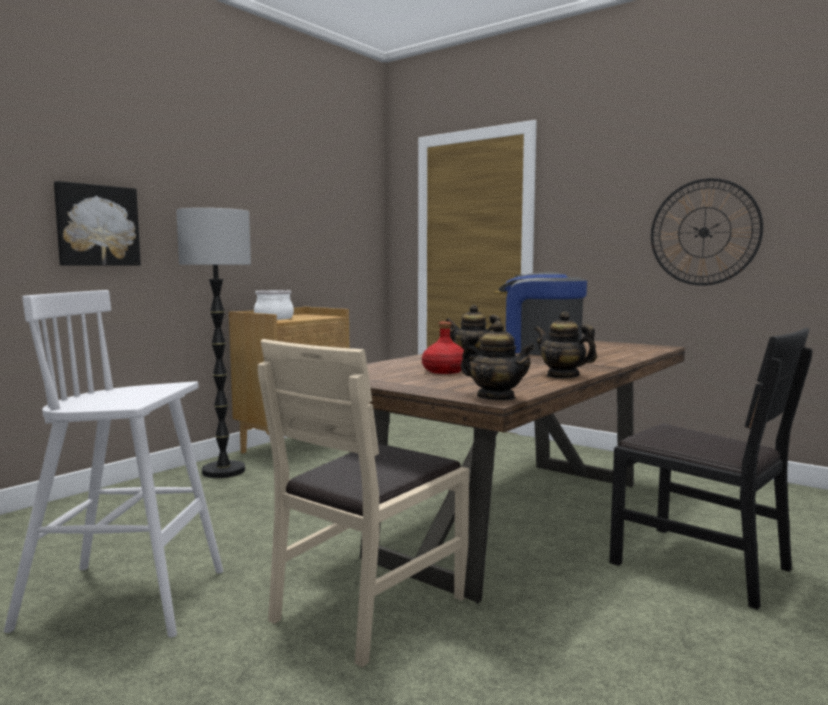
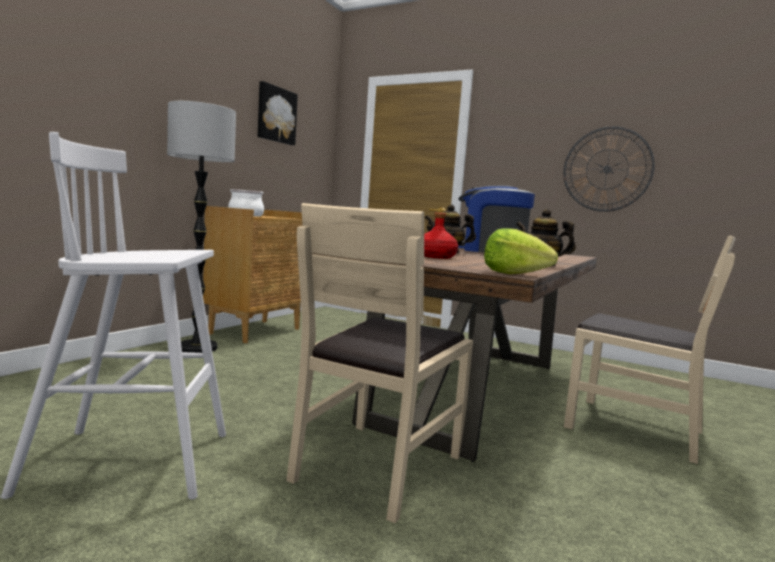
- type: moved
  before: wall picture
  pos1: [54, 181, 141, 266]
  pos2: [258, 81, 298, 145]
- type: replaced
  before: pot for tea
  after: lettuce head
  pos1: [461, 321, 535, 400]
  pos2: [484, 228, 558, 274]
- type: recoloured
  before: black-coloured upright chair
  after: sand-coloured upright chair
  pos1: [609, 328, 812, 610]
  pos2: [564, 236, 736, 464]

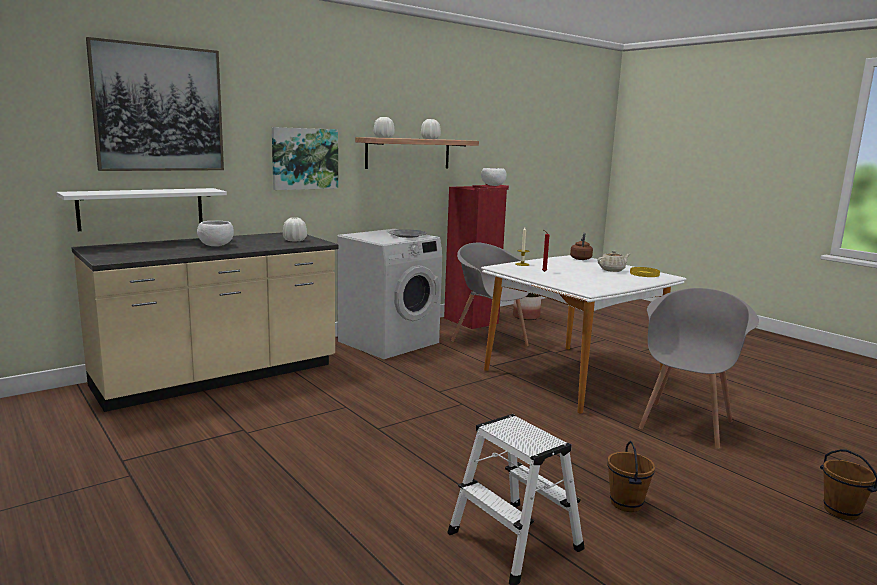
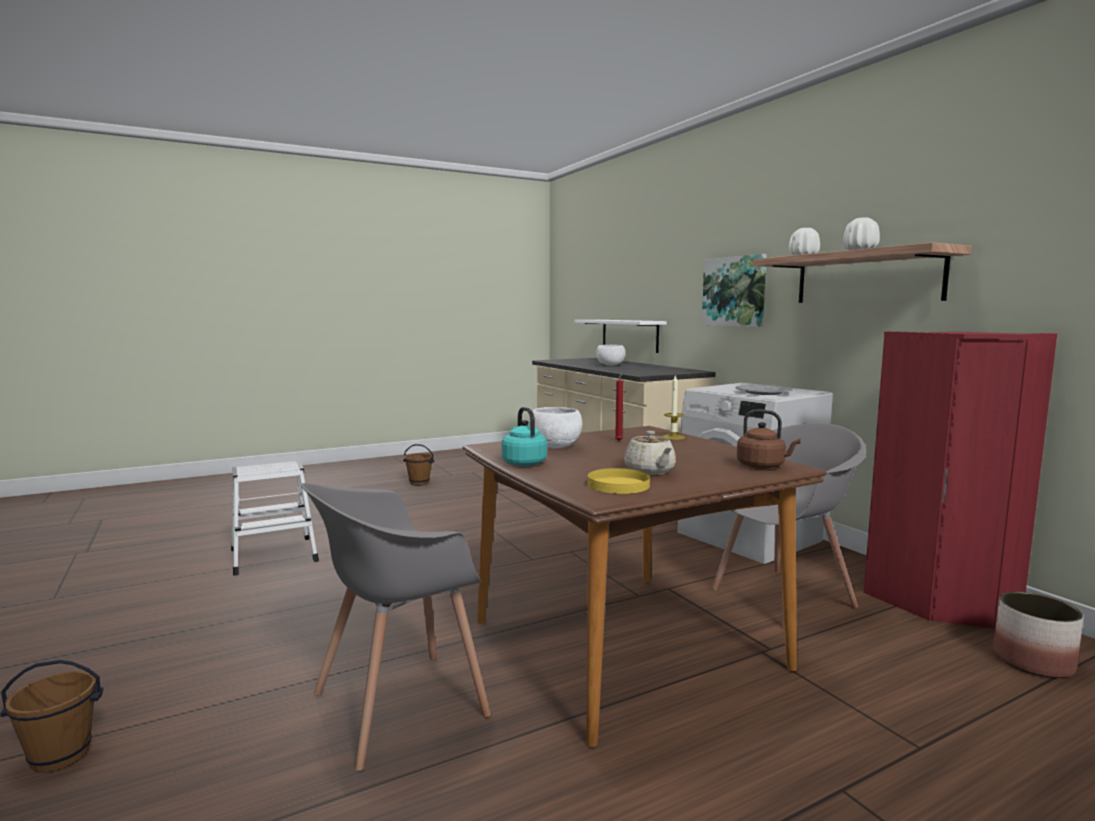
- type: removed
  before: wall picture
  pos1: [86, 37, 224, 171]
- type: removed
  before: whitish flower vase
  pos1: [283, 217, 307, 241]
- type: moved
  before: whitish bowl
  pos1: [481, 168, 507, 186]
  pos2: [529, 407, 582, 448]
- type: recoloured
  before: whitish dinner table
  after: brown-coloured dinner table
  pos1: [481, 255, 687, 414]
  pos2: [462, 426, 827, 747]
- type: moved
  before: brown-coloured pail
  pos1: [607, 441, 655, 512]
  pos2: [403, 444, 435, 486]
- type: turned
  before: grey upright chair
  pos1: [639, 288, 759, 449]
  pos2: [301, 483, 491, 771]
  turn: 105
- type: added
  after: blue-green kettle
  pos2: [502, 407, 547, 466]

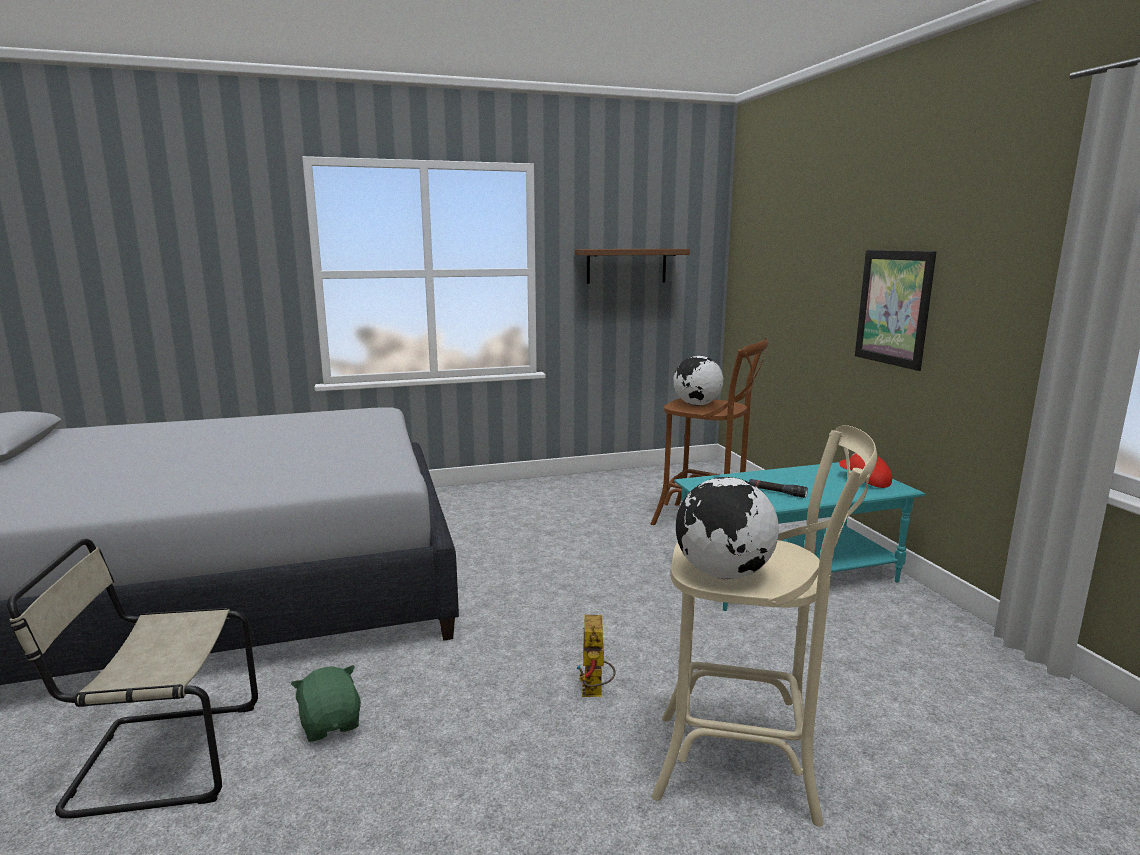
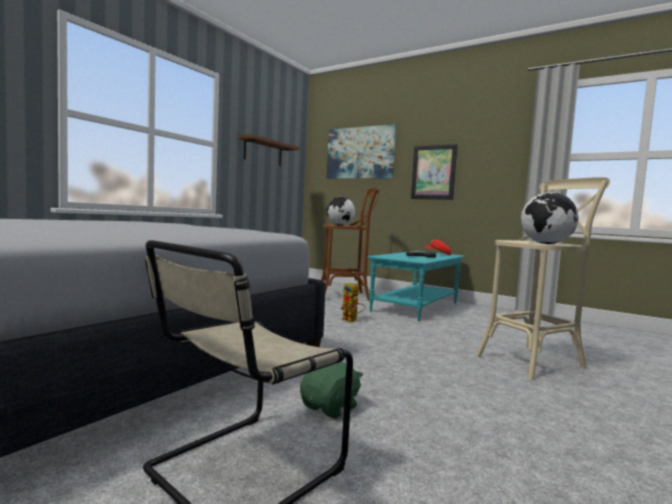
- type: turned
  before: greenish soft toy
  pos1: [291, 665, 361, 742]
  pos2: [300, 362, 363, 419]
  turn: 105
- type: moved
  before: model robot
  pos1: [576, 615, 615, 697]
  pos2: [341, 283, 366, 322]
- type: added
  after: wall picture
  pos2: [327, 124, 396, 179]

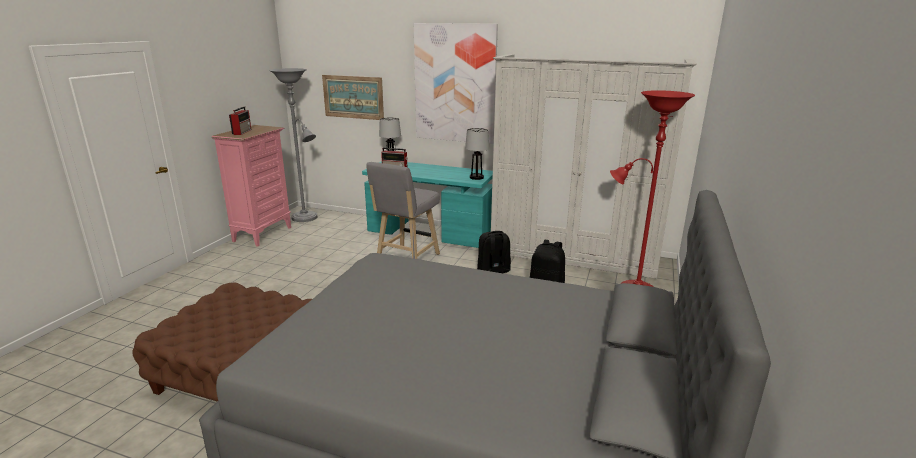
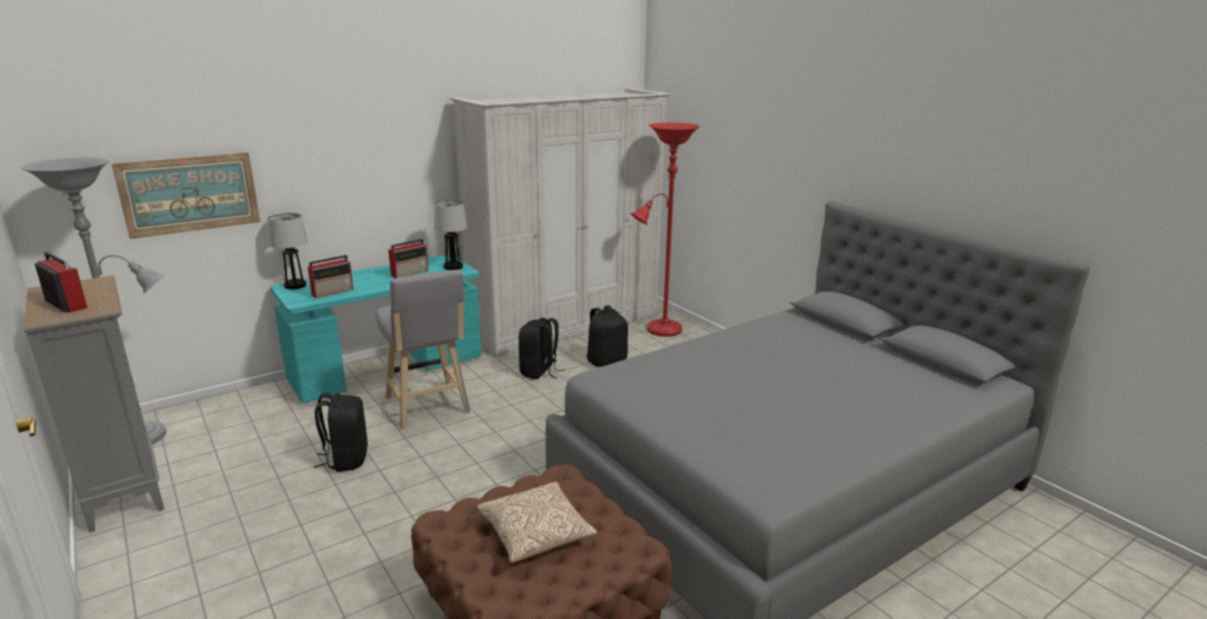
- type: recoloured
  before: pink dresser
  after: grey dresser
  pos1: [212, 125, 291, 247]
  pos2: [24, 276, 164, 533]
- type: removed
  before: wall picture
  pos1: [414, 23, 498, 144]
- type: added
  after: black-coloured rucksack
  pos2: [314, 393, 368, 472]
- type: added
  after: radio
  pos2: [388, 239, 428, 279]
- type: added
  after: throw pillow
  pos2: [477, 482, 597, 563]

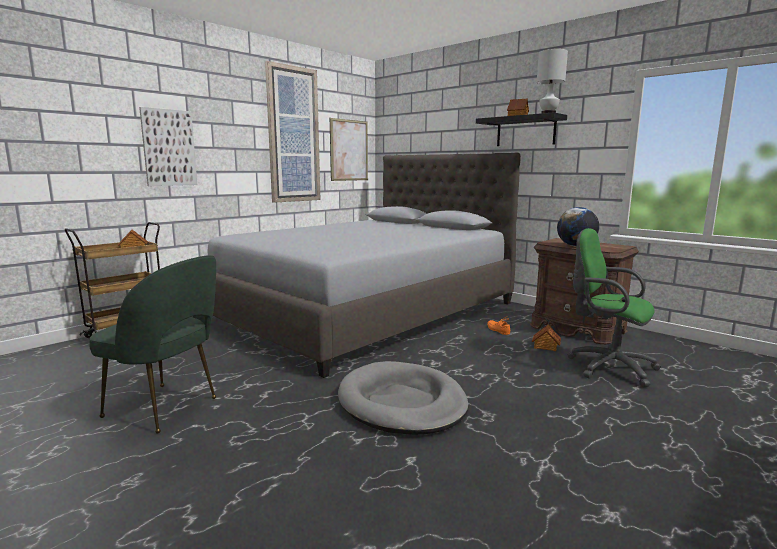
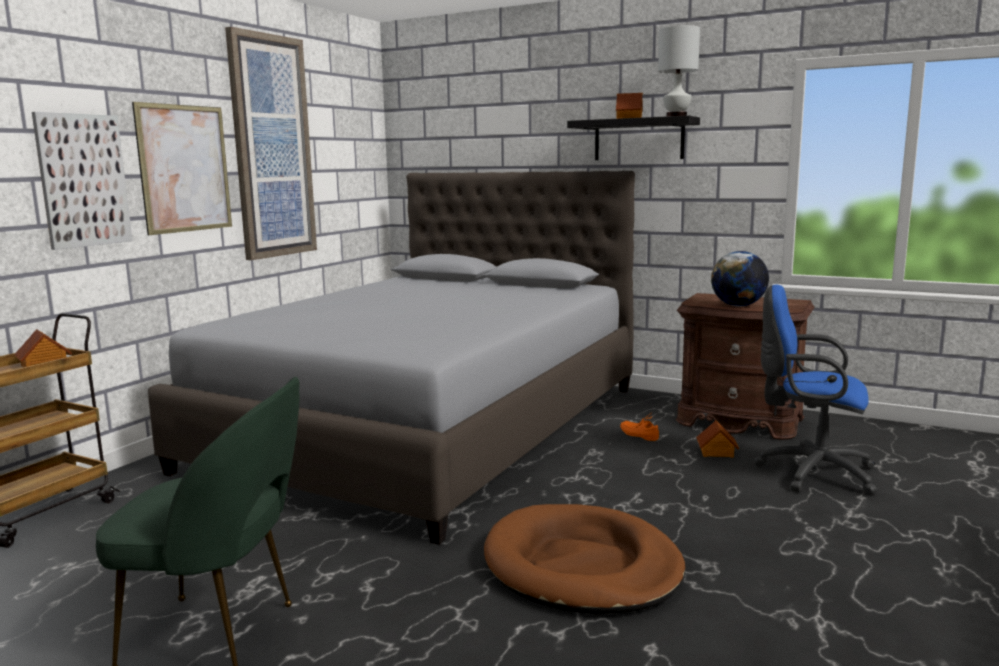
- type: moved
  before: wall picture
  pos1: [330, 118, 368, 181]
  pos2: [132, 102, 232, 235]
- type: recoloured
  before: grey dog bed
  after: brown-coloured dog bed
  pos1: [338, 361, 468, 435]
  pos2: [484, 504, 686, 614]
- type: recoloured
  before: greenish desk chair
  after: bluish desk chair
  pos1: [567, 228, 661, 387]
  pos2: [754, 284, 877, 495]

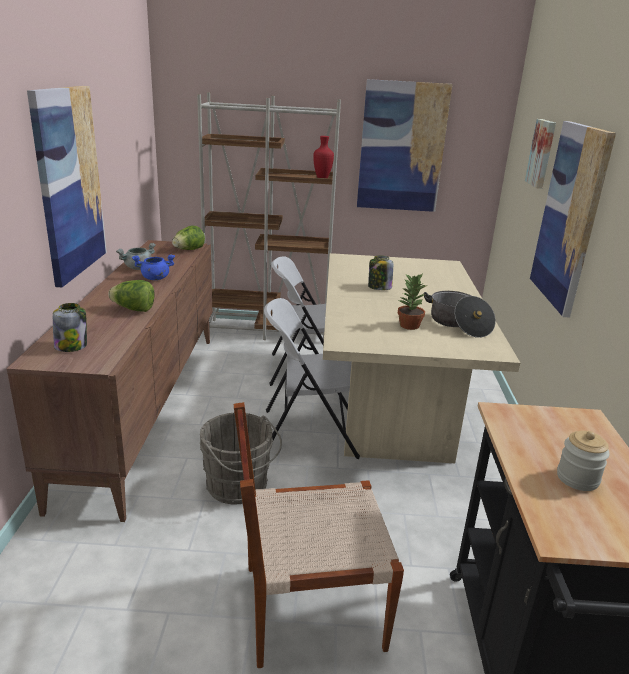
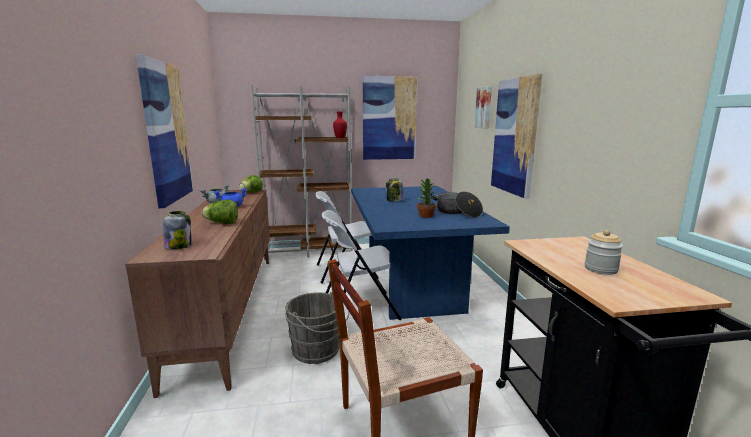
- type: recoloured
  before: sand-coloured dinner table
  after: bluish dinner table
  pos1: [323, 253, 520, 463]
  pos2: [351, 186, 510, 320]

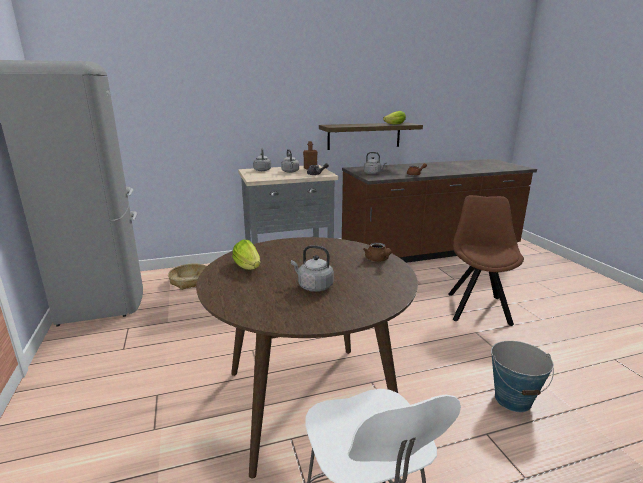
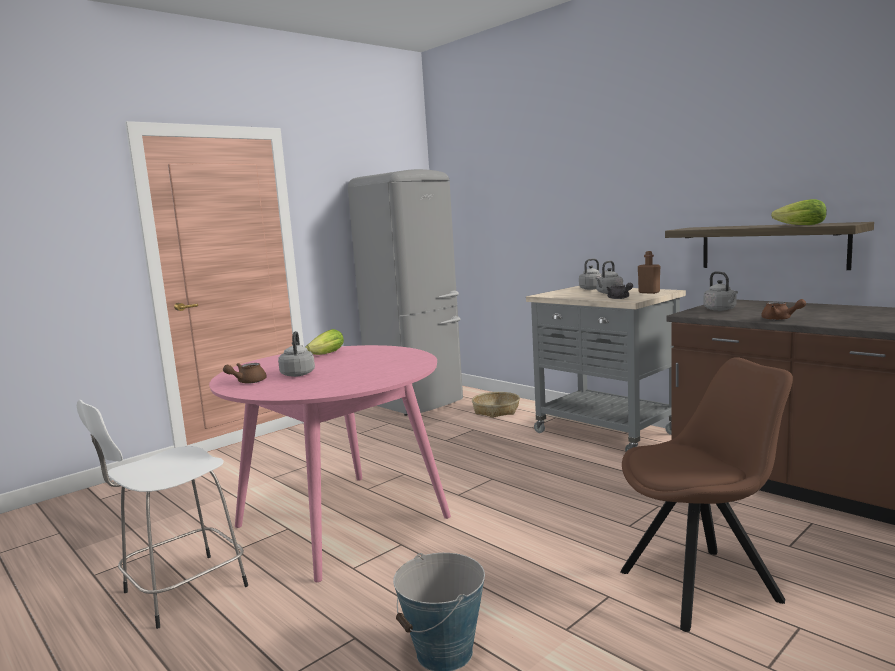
- type: recoloured
  before: brown-coloured dinner table
  after: pink dinner table
  pos1: [196, 237, 418, 479]
  pos2: [209, 345, 451, 582]
- type: moved
  before: brown-coloured pot for tea
  pos1: [363, 243, 391, 262]
  pos2: [223, 363, 266, 384]

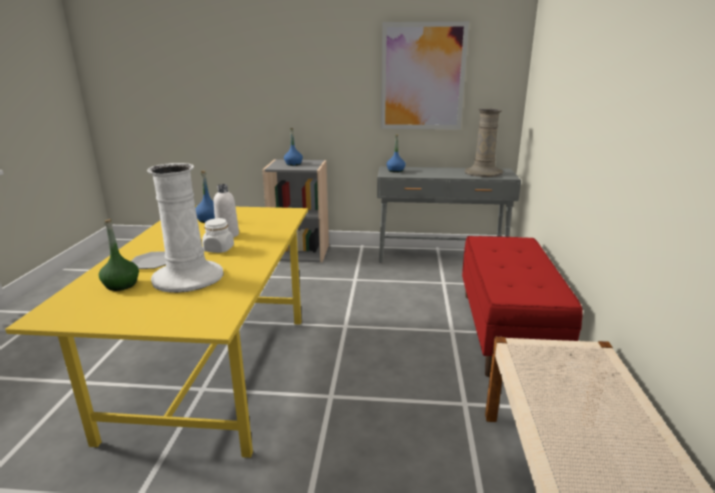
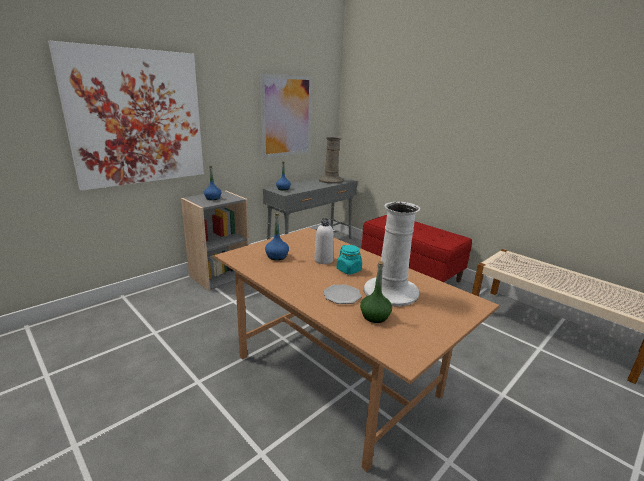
- type: recoloured
  before: yellowish dinner table
  after: brown-coloured dinner table
  pos1: [5, 206, 308, 458]
  pos2: [214, 228, 499, 472]
- type: recoloured
  before: whitish storage jar
  after: blue-green storage jar
  pos1: [202, 218, 234, 253]
  pos2: [337, 245, 362, 275]
- type: added
  after: wall picture
  pos2: [48, 41, 204, 191]

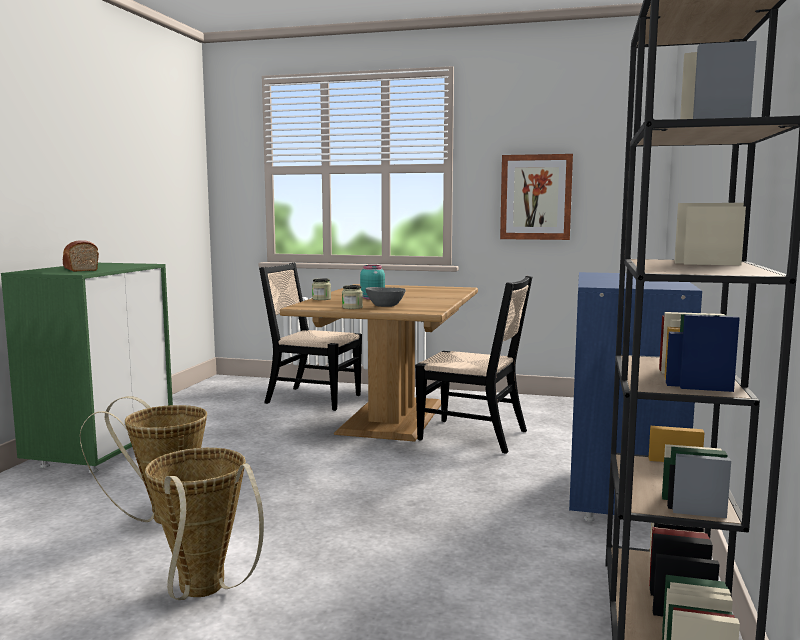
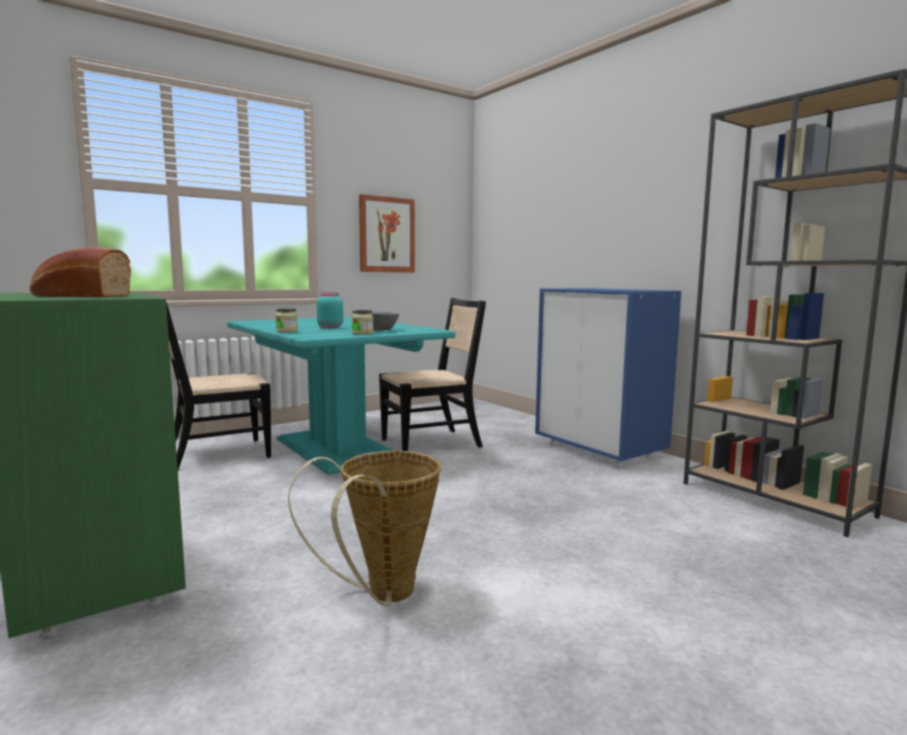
- type: removed
  before: basket
  pos1: [145, 448, 264, 600]
- type: recoloured
  before: brown-coloured dinner table
  after: blue-green dinner table
  pos1: [280, 284, 478, 442]
  pos2: [227, 317, 455, 474]

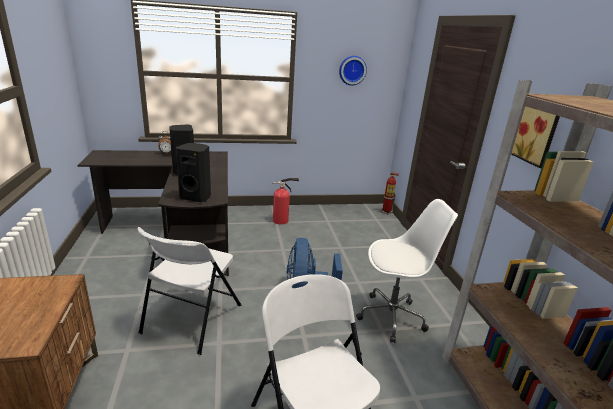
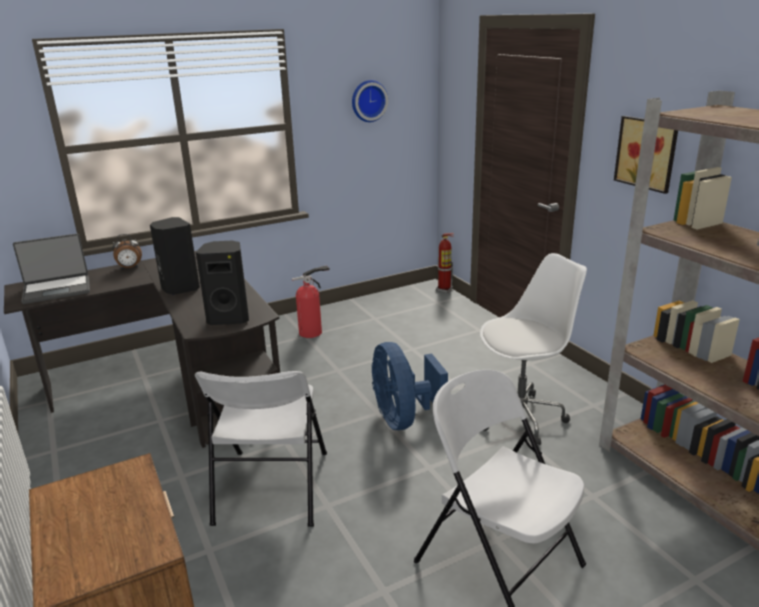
- type: added
  after: laptop
  pos2: [13, 234, 90, 304]

